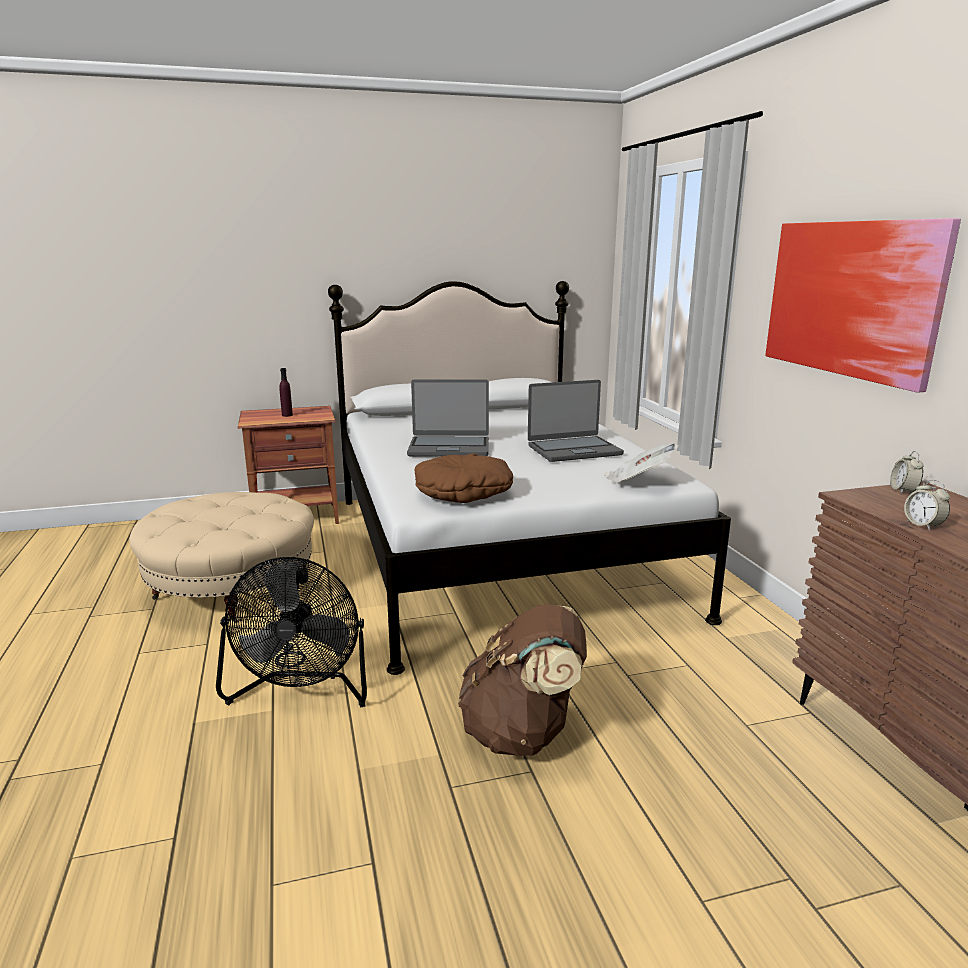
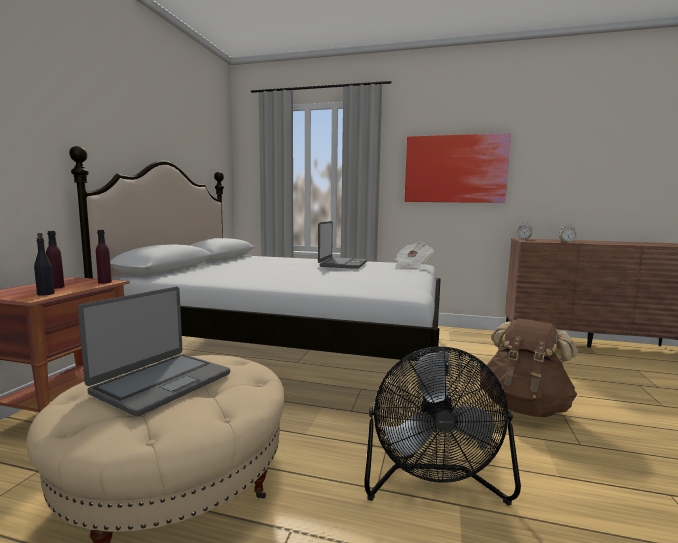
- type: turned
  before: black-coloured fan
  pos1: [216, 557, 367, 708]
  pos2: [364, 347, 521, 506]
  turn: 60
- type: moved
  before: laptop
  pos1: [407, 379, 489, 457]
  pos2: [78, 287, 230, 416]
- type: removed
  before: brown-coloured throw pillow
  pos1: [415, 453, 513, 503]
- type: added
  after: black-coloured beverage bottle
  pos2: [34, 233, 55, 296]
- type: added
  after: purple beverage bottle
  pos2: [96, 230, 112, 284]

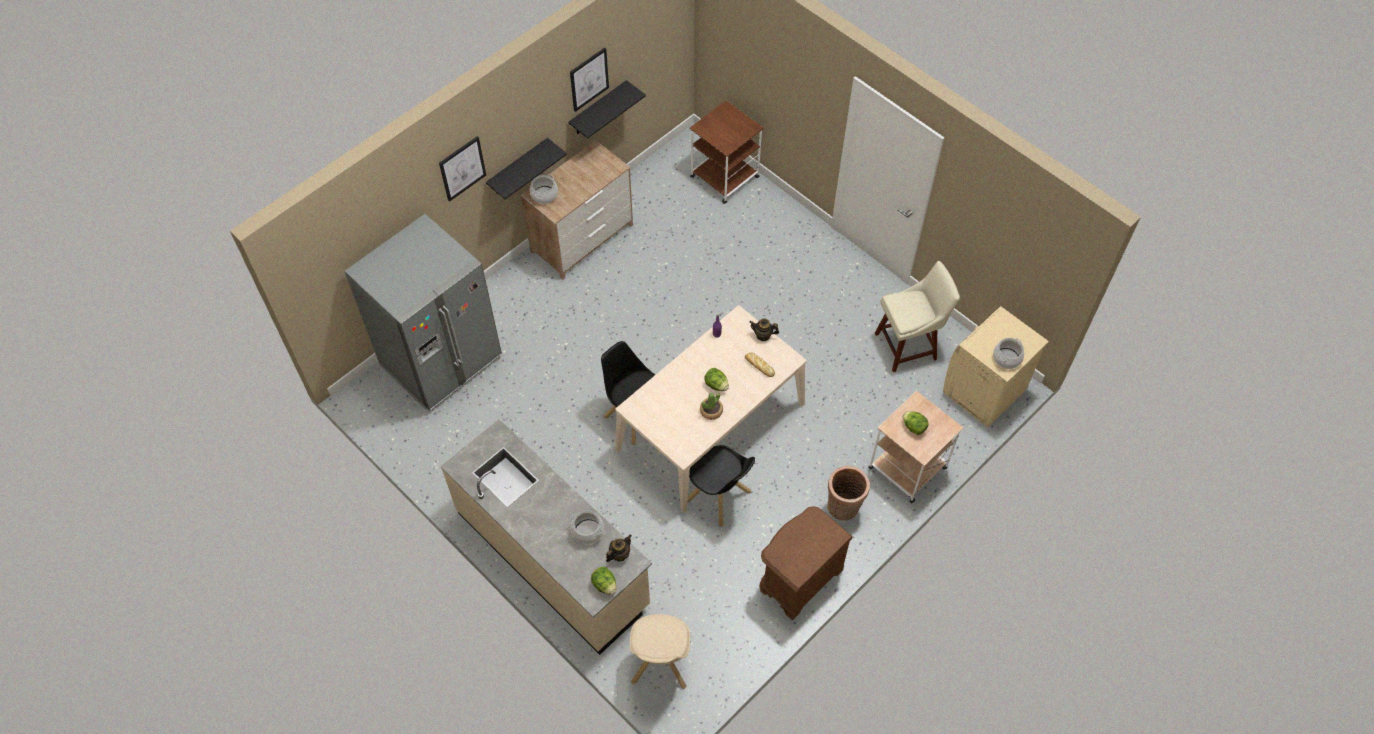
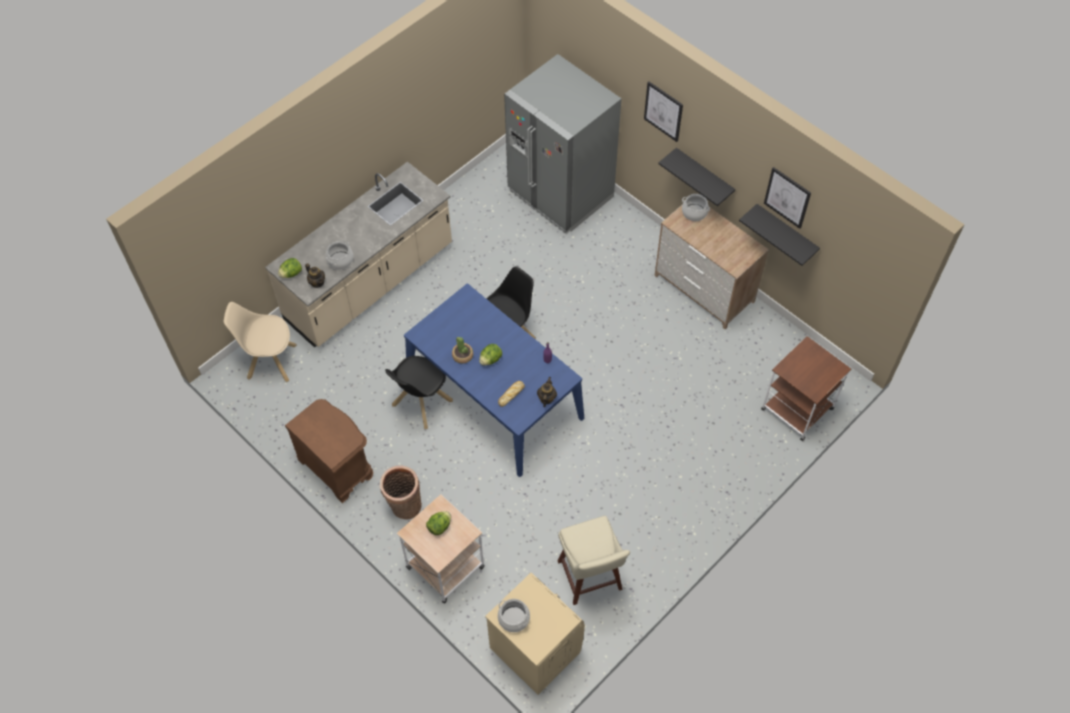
- type: recoloured
  before: sand-coloured dinner table
  after: bluish dinner table
  pos1: [615, 305, 807, 513]
  pos2: [404, 284, 584, 477]

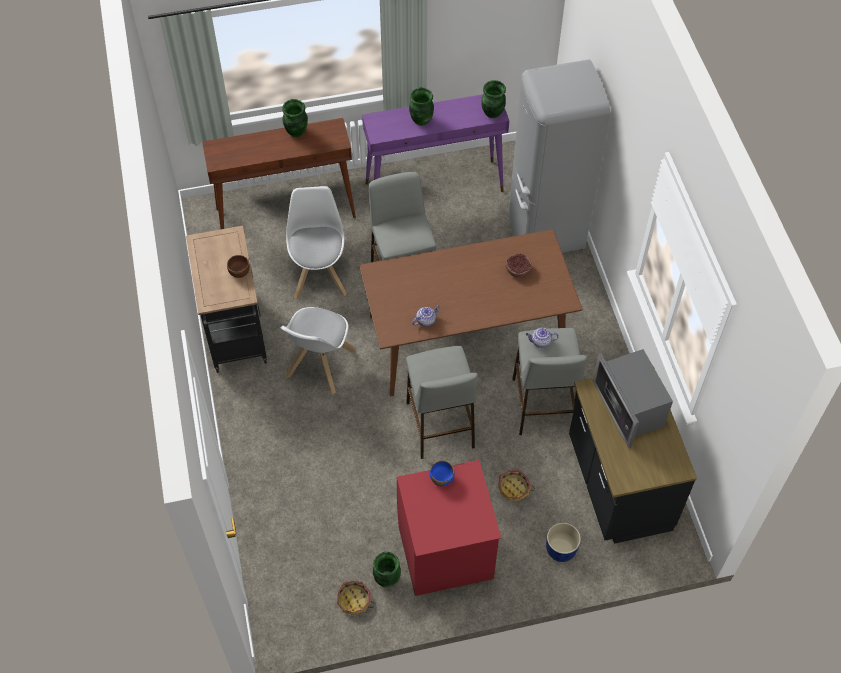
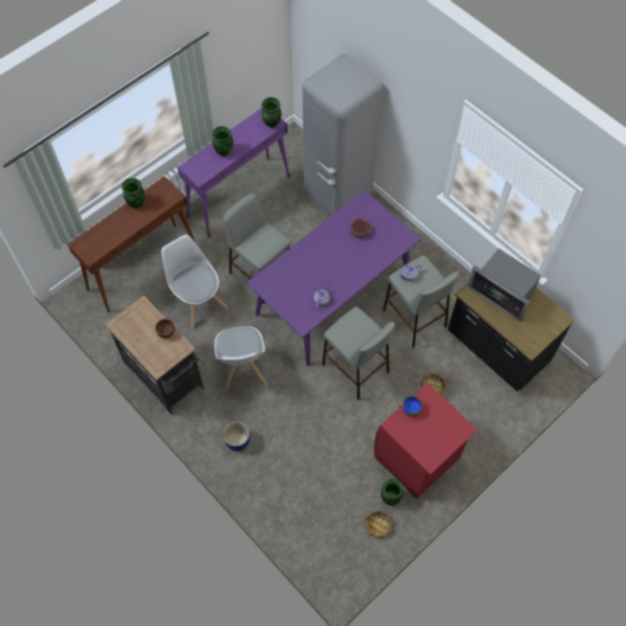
- type: recoloured
  before: brown-coloured dinner table
  after: purple dinner table
  pos1: [359, 229, 582, 396]
  pos2: [246, 190, 421, 366]
- type: moved
  before: bluish flower pot
  pos1: [546, 523, 581, 562]
  pos2: [223, 421, 250, 451]

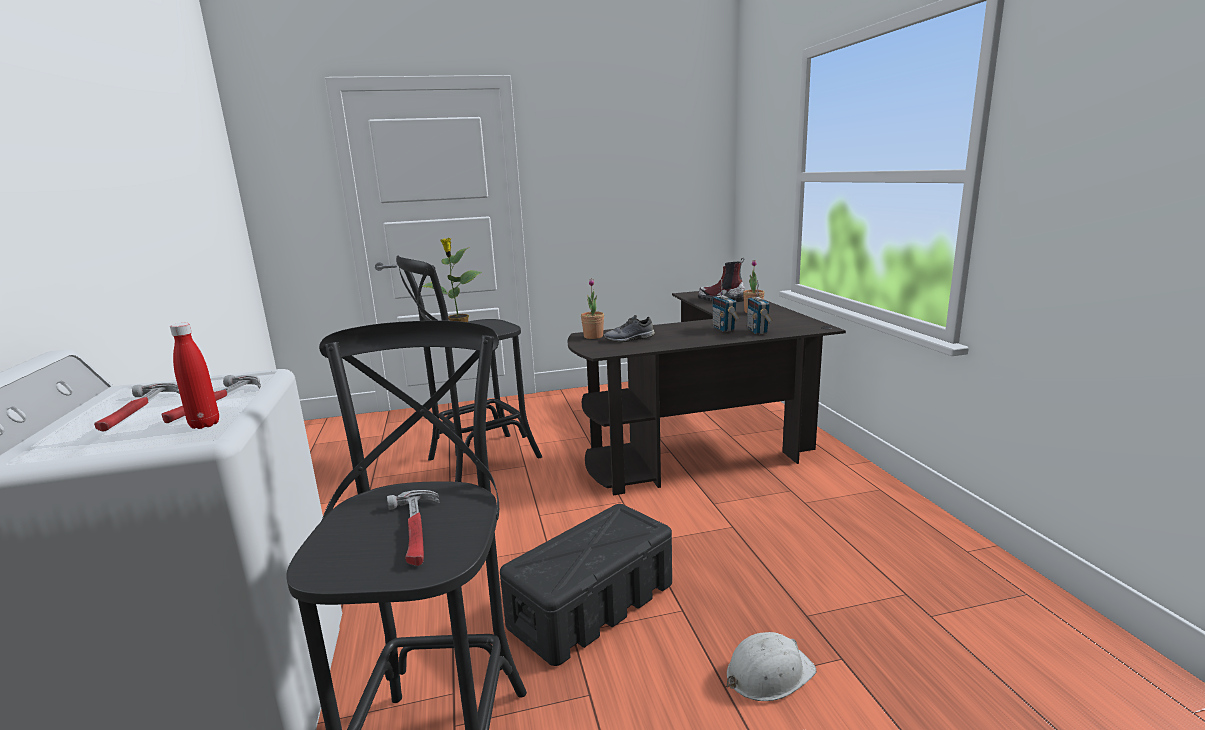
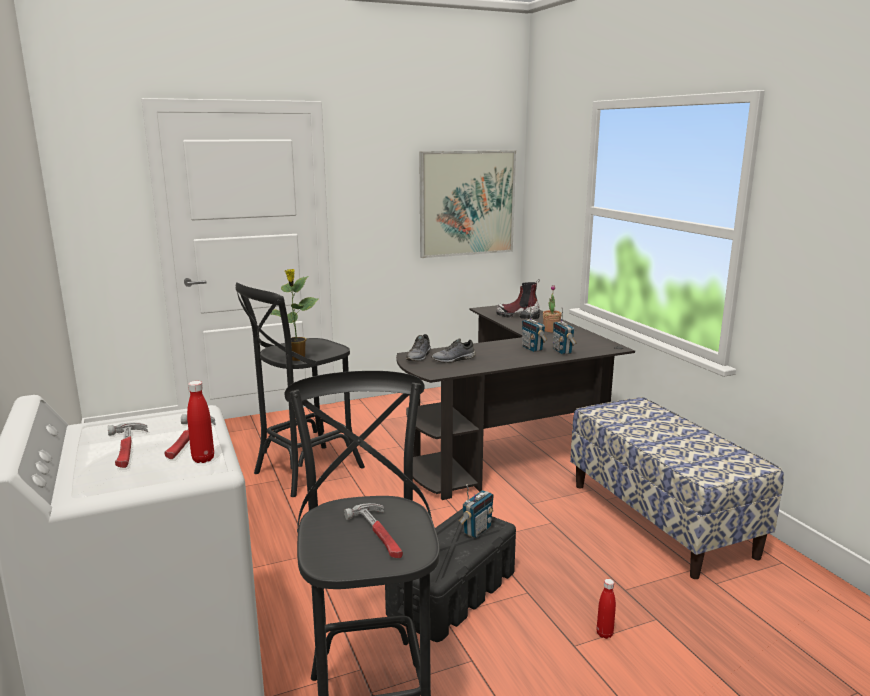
- type: replaced
  before: potted plant
  after: grey low shoe
  pos1: [581, 279, 604, 339]
  pos2: [406, 334, 431, 361]
- type: replaced
  before: whitish work helmet
  after: red beverage bottle
  pos1: [727, 632, 817, 701]
  pos2: [597, 579, 616, 639]
- type: added
  after: wall picture
  pos2: [419, 150, 516, 258]
- type: added
  after: radio
  pos2: [459, 484, 494, 538]
- type: added
  after: bench
  pos2: [570, 397, 784, 579]

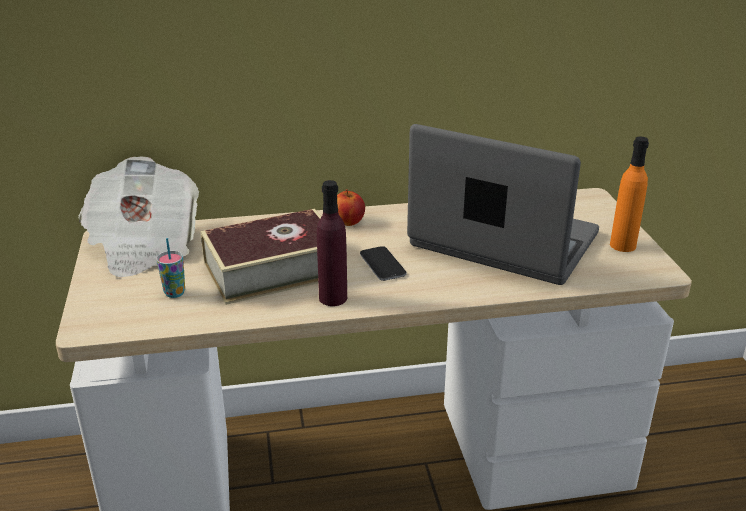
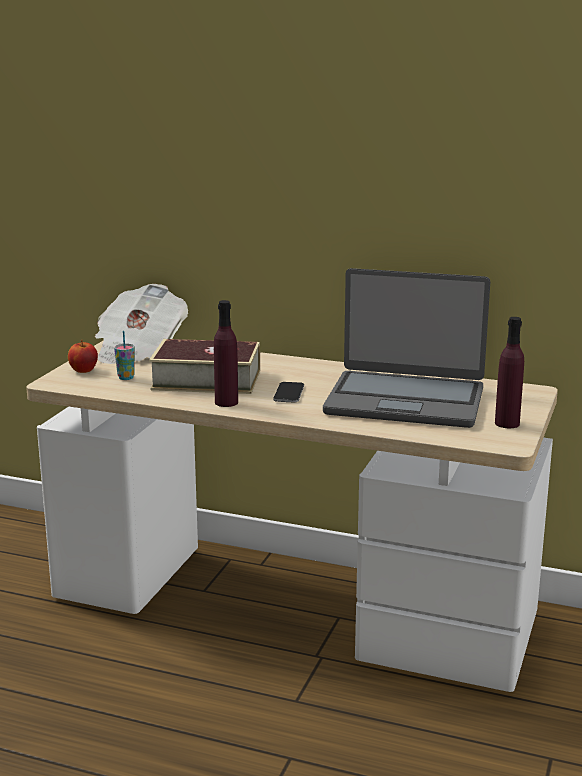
- type: moved
  before: whole apple
  pos1: [337, 189, 365, 226]
  pos2: [68, 340, 98, 373]
- type: turned
  before: laptop
  pos1: [407, 124, 599, 285]
  pos2: [323, 268, 490, 428]
  turn: 135
- type: recoloured
  before: orangey beverage bottle
  after: purple beverage bottle
  pos1: [610, 137, 649, 252]
  pos2: [495, 317, 524, 428]

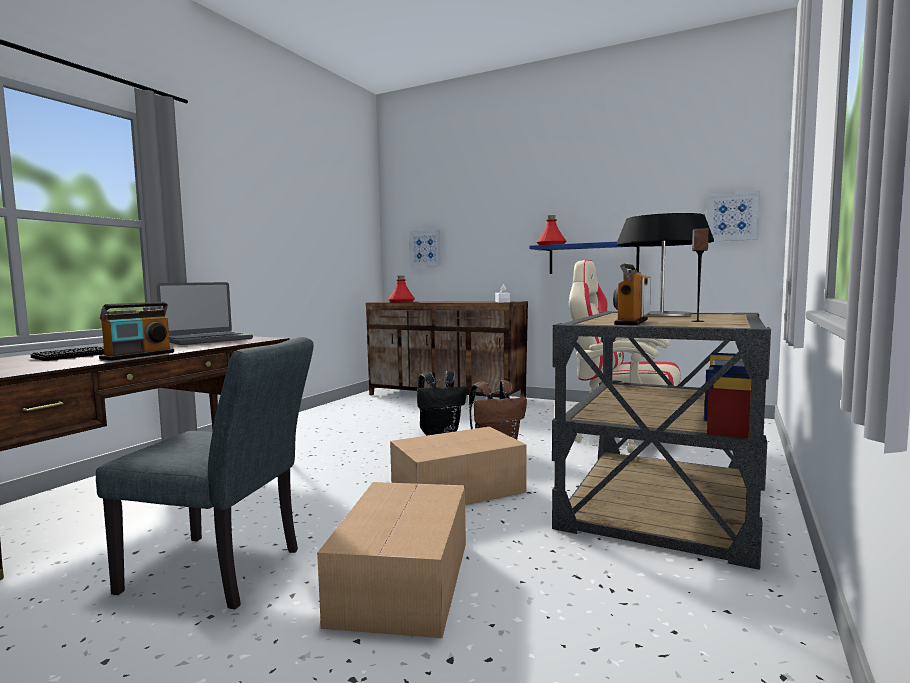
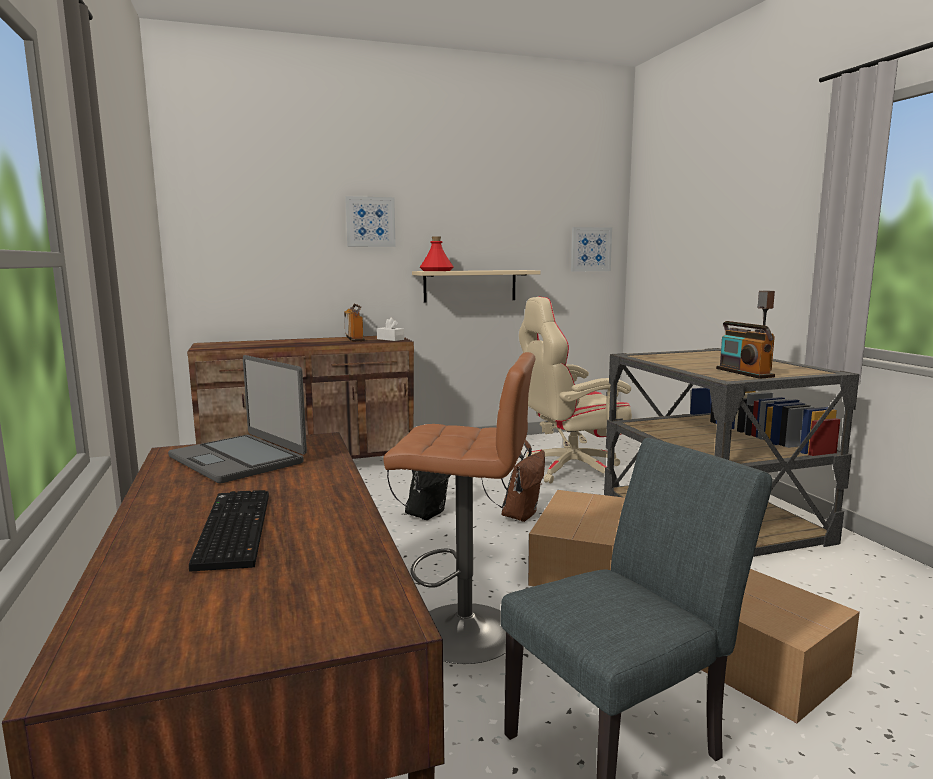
- type: moved
  before: radio
  pos1: [99, 302, 174, 361]
  pos2: [344, 303, 365, 342]
- type: turned
  before: laptop
  pos1: [157, 282, 253, 345]
  pos2: [168, 355, 307, 483]
  turn: 135
- type: removed
  before: red beverage bottle
  pos1: [389, 276, 415, 302]
- type: moved
  before: wall picture
  pos1: [409, 229, 442, 267]
  pos2: [345, 196, 396, 247]
- type: recoloured
  before: bluish wall shelf
  after: sand-coloured wall shelf
  pos1: [530, 242, 639, 274]
  pos2: [412, 270, 541, 303]
- type: removed
  before: table lamp
  pos1: [617, 213, 714, 316]
- type: added
  after: brown-coloured sitting stool
  pos2: [383, 352, 535, 664]

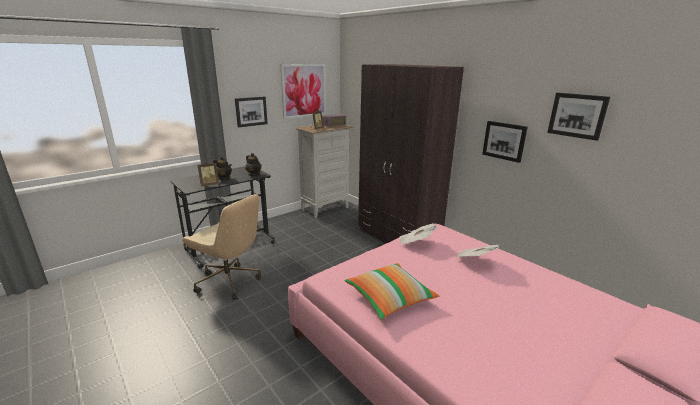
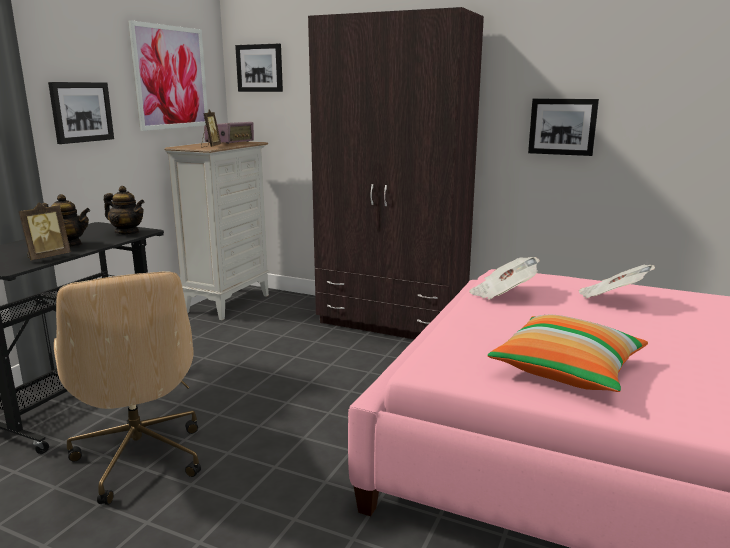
- type: turned
  before: sand-coloured desk chair
  pos1: [182, 194, 261, 300]
  pos2: [54, 271, 201, 505]
  turn: 60
- type: moved
  before: wall picture
  pos1: [547, 93, 610, 141]
  pos2: [235, 44, 283, 92]

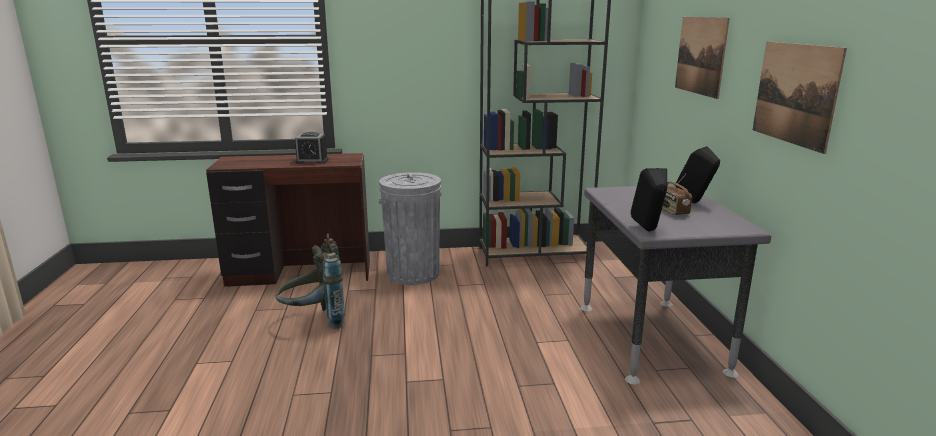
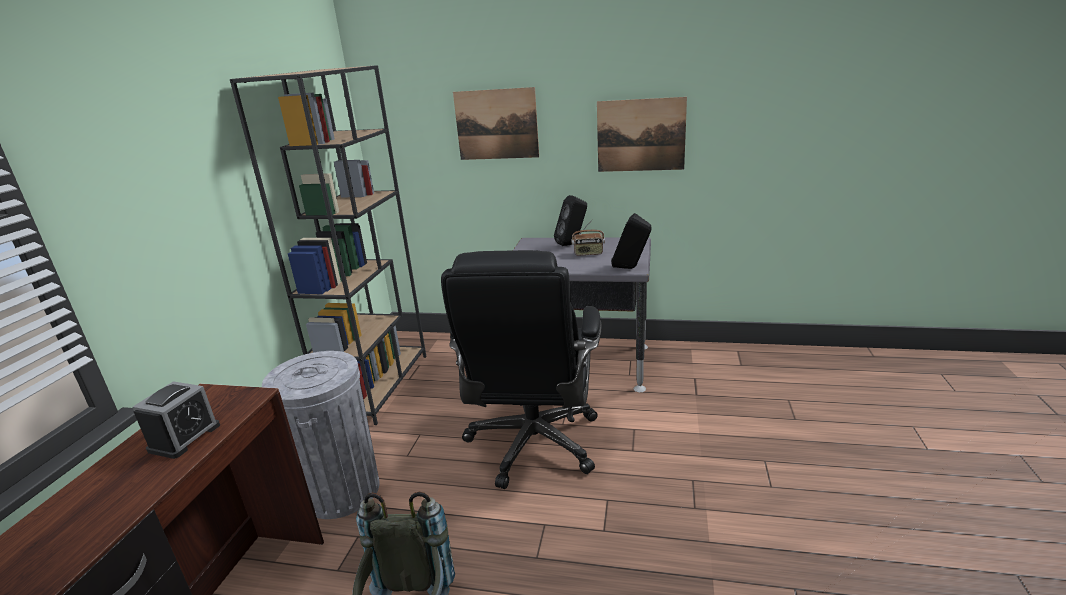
- type: added
  after: black-coloured desk chair
  pos2: [441, 250, 601, 489]

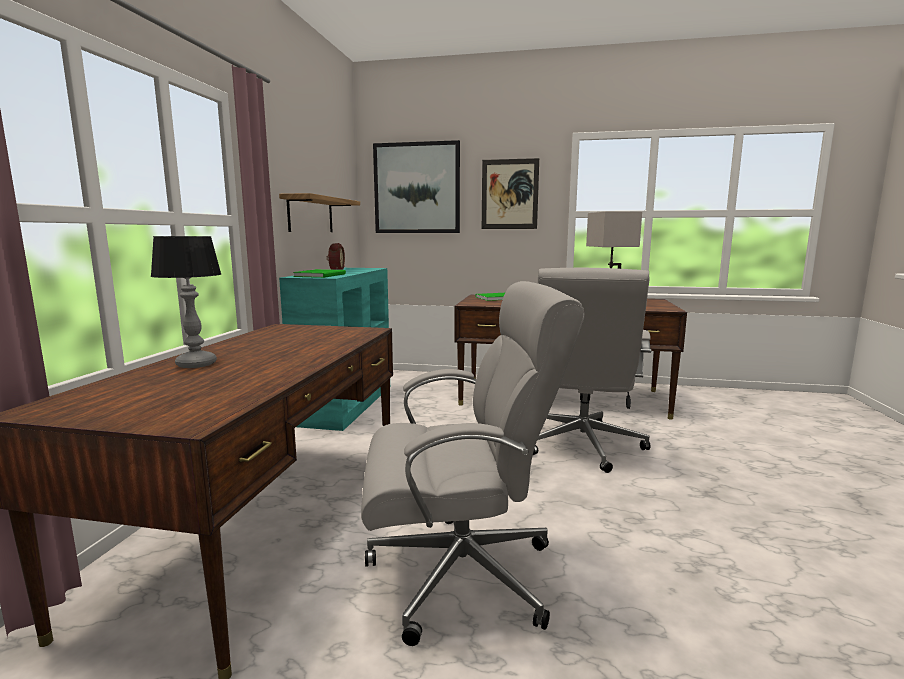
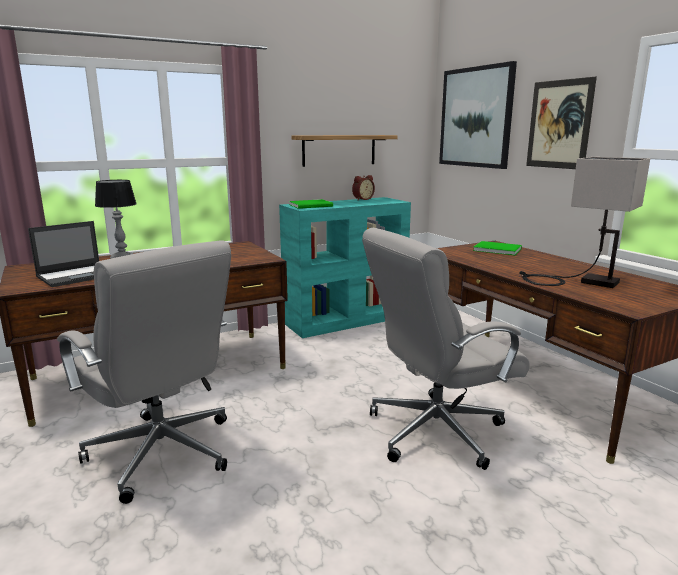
- type: added
  after: laptop
  pos2: [28, 221, 99, 287]

